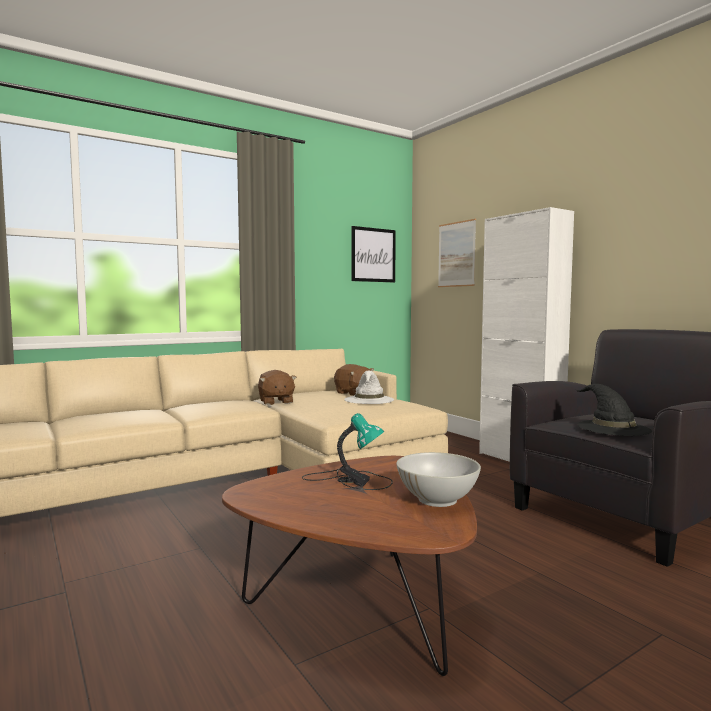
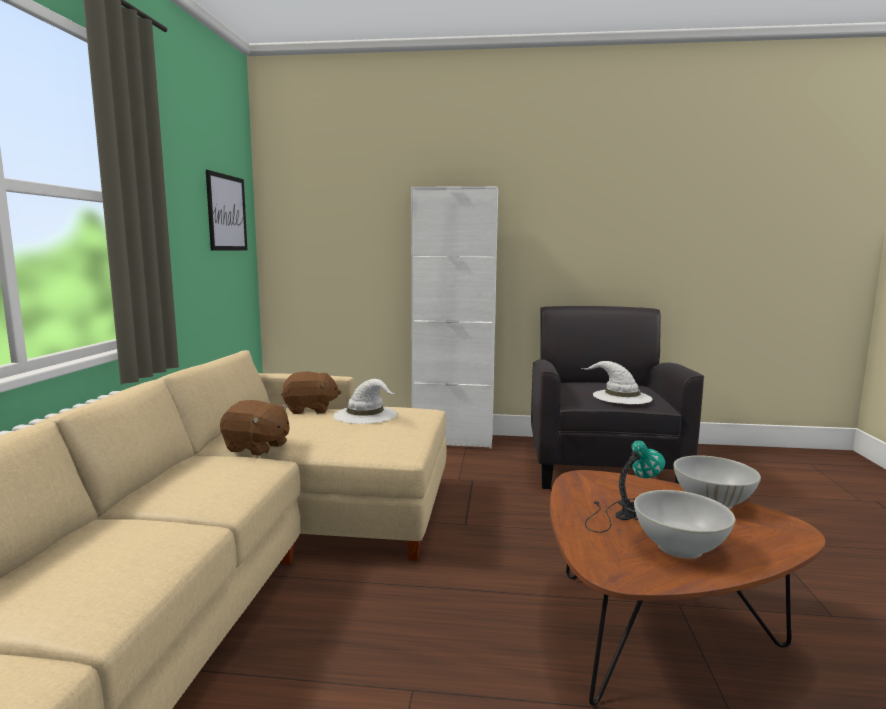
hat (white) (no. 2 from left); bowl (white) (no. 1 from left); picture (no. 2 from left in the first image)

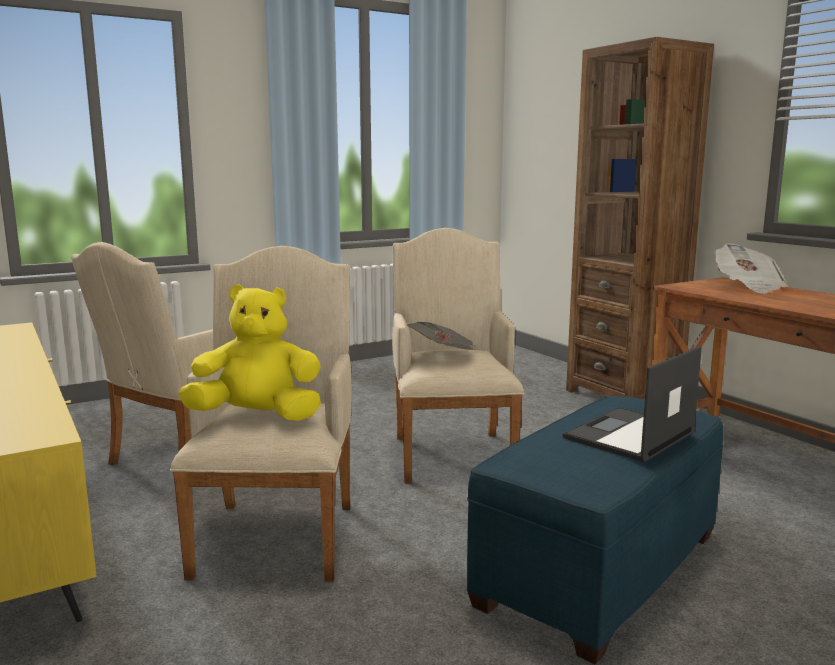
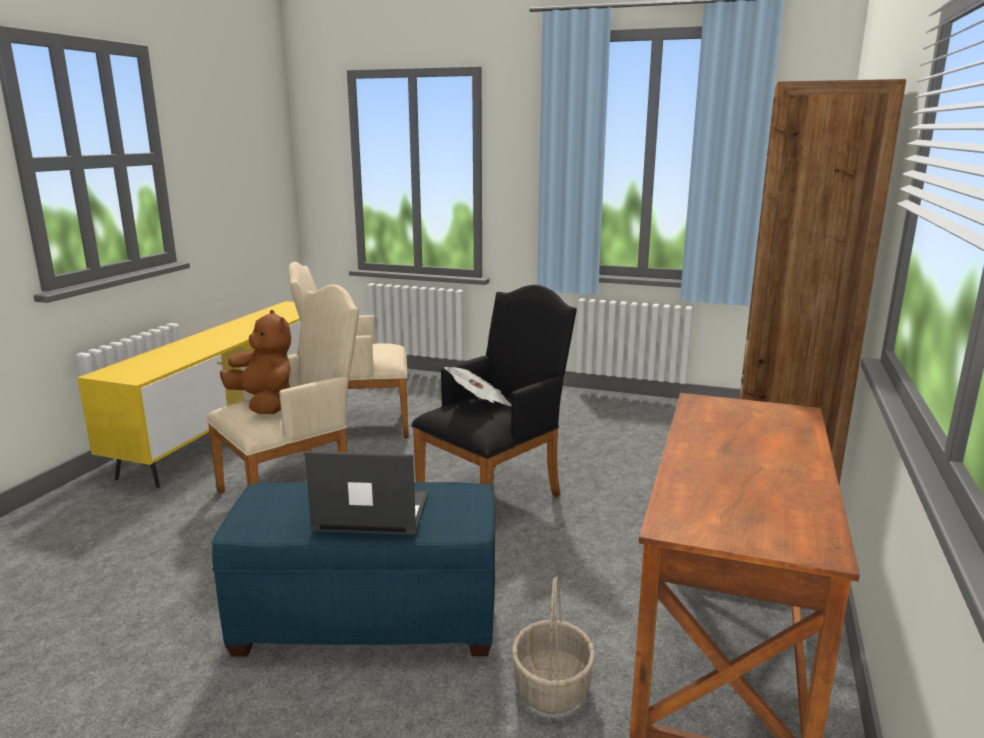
plush toy (brown); armchair (black); basket; newspaper (no. 2 from left in the first image)

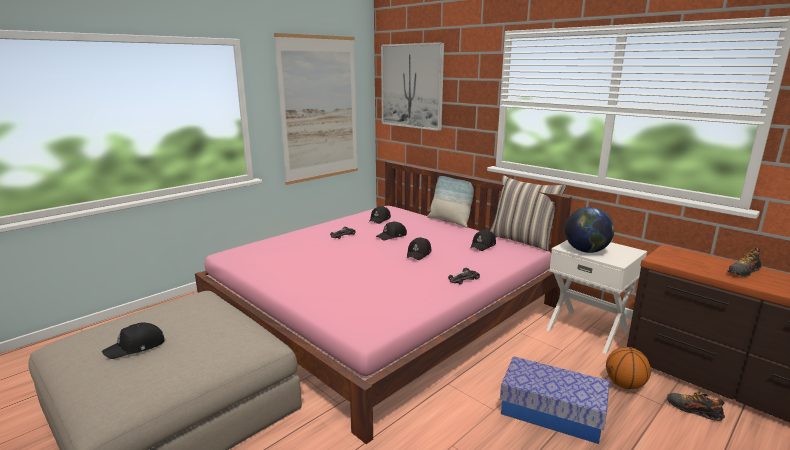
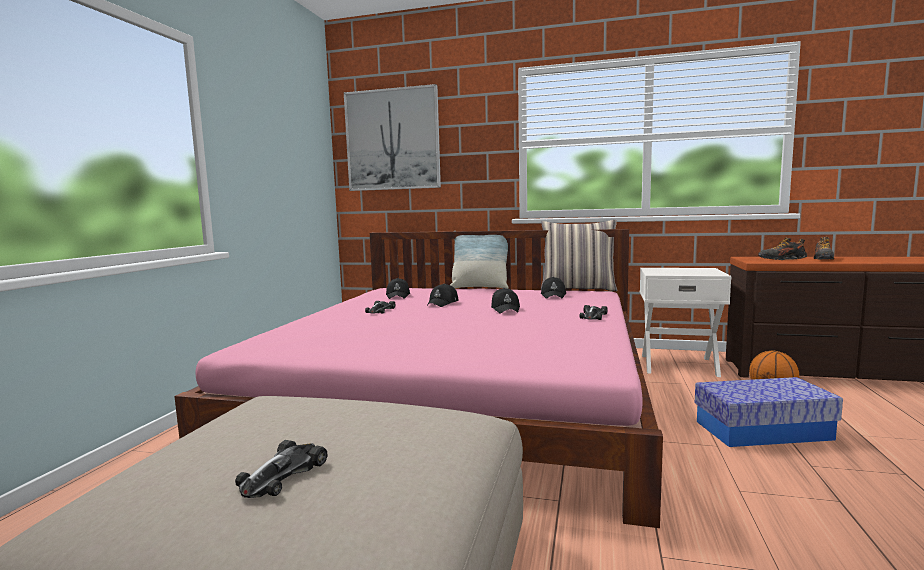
toy car (no. 1 from left); shoe (no. 1 from left); picture (no. 1 from left in the first image); globe

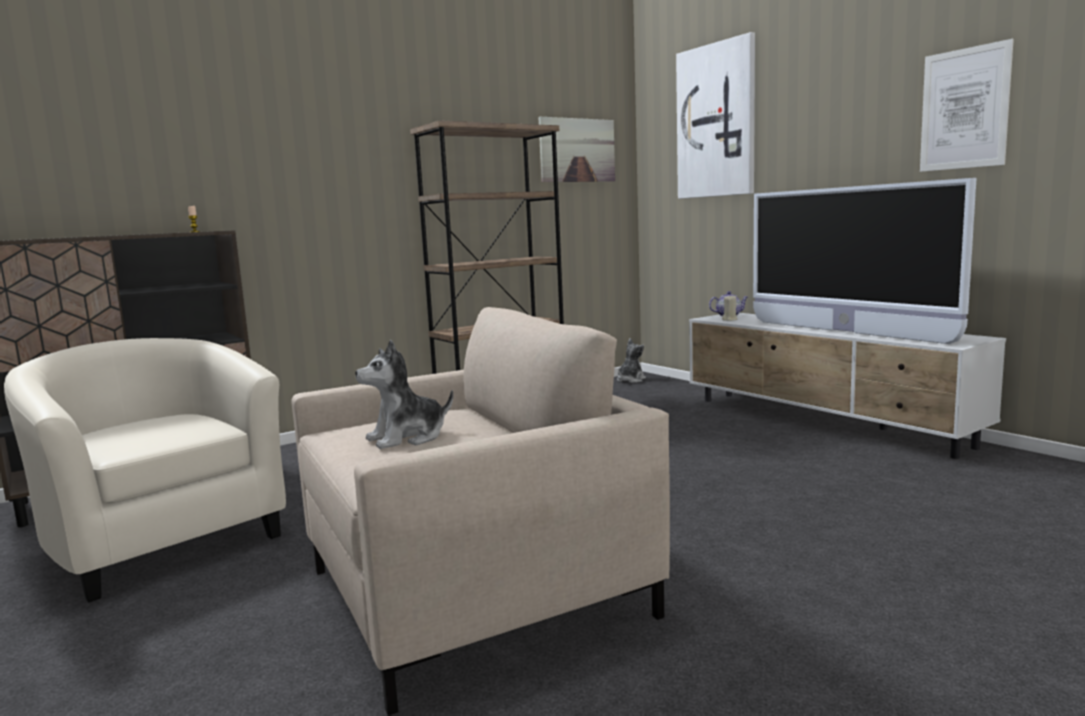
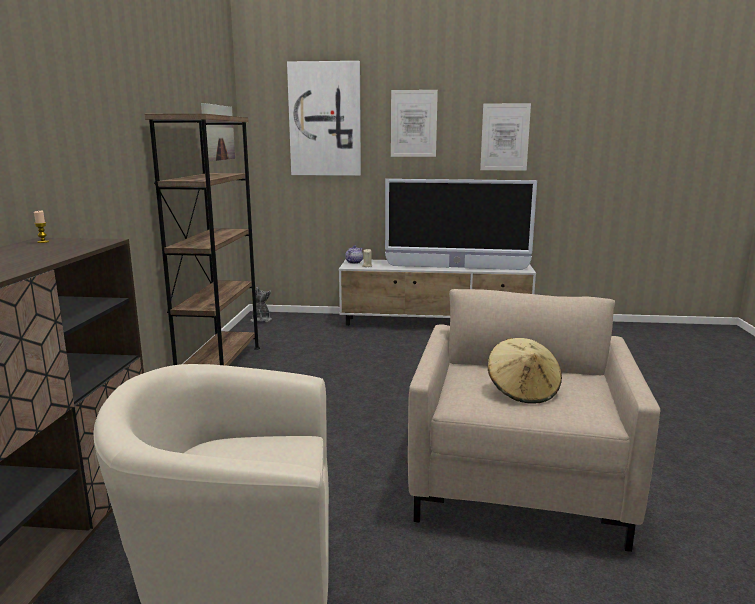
picture (no. 3 from left); hat (beige)

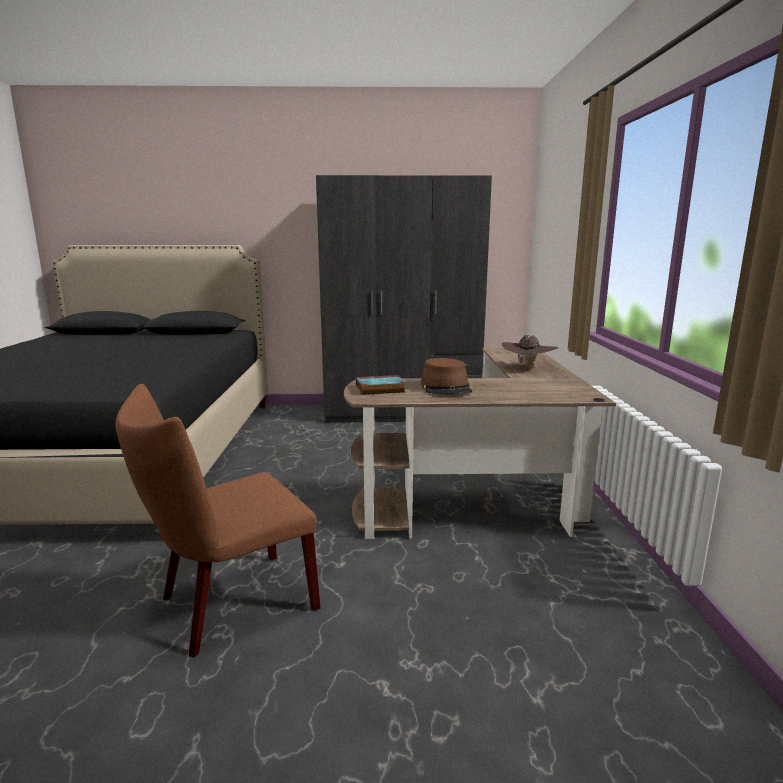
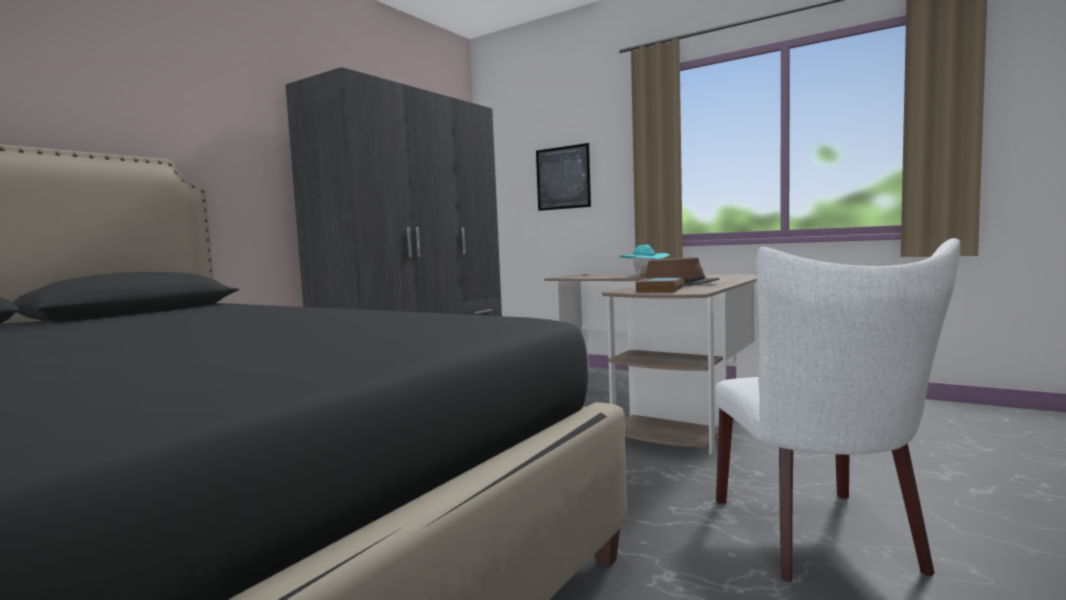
picture; hat (turquoise); chair (white)

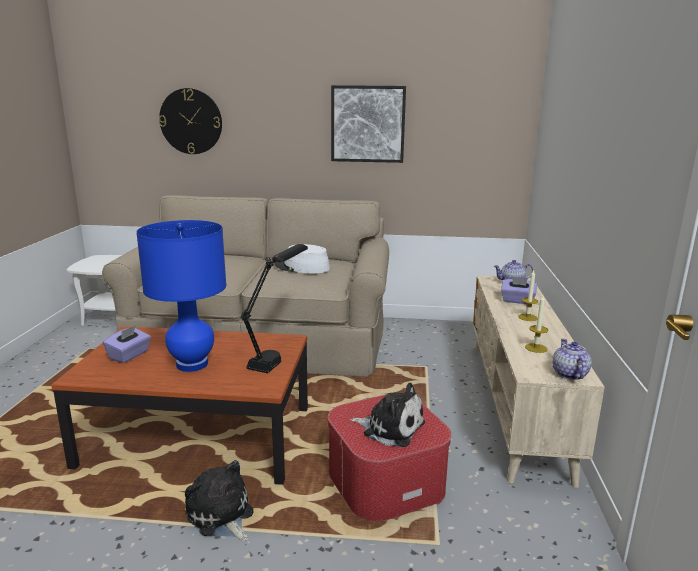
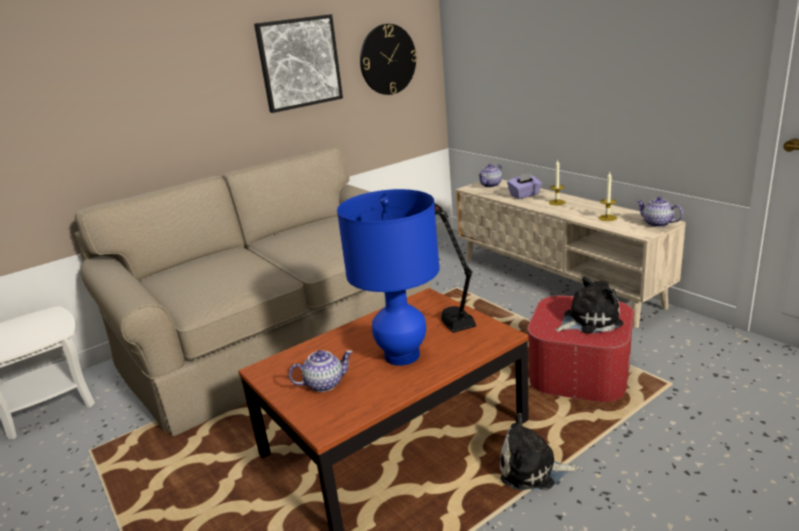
teapot (no. 1 from left); wall clock; hat (white)

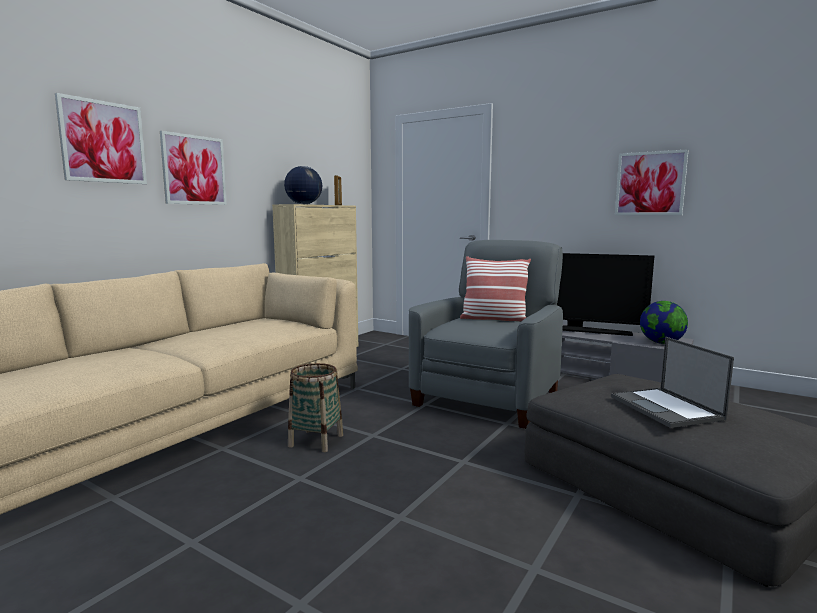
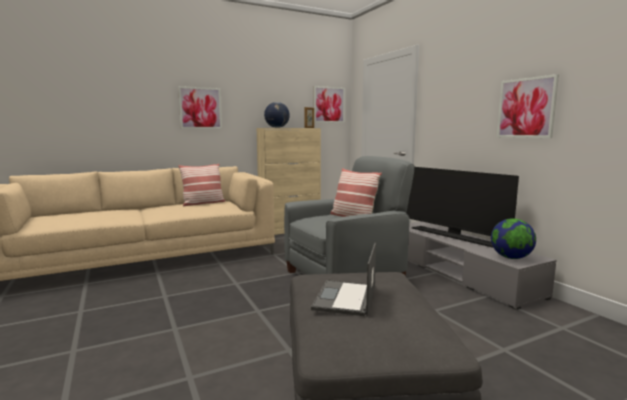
pillow (no. 1 from left); picture (no. 2 from left); basket

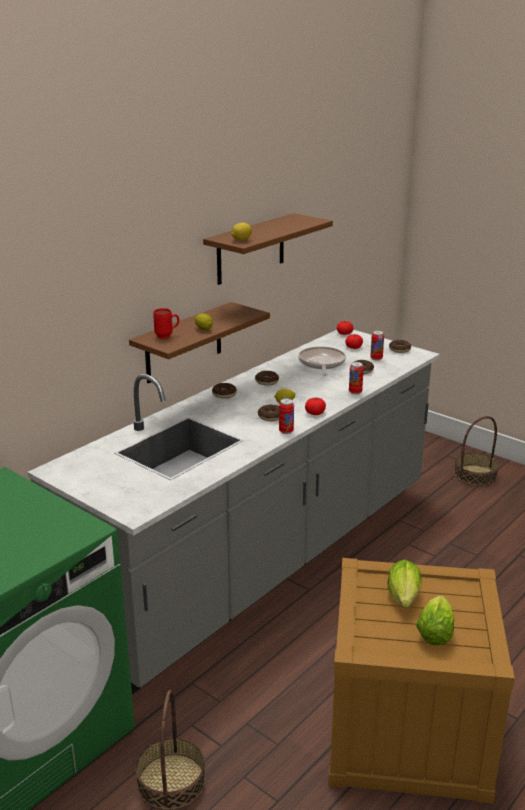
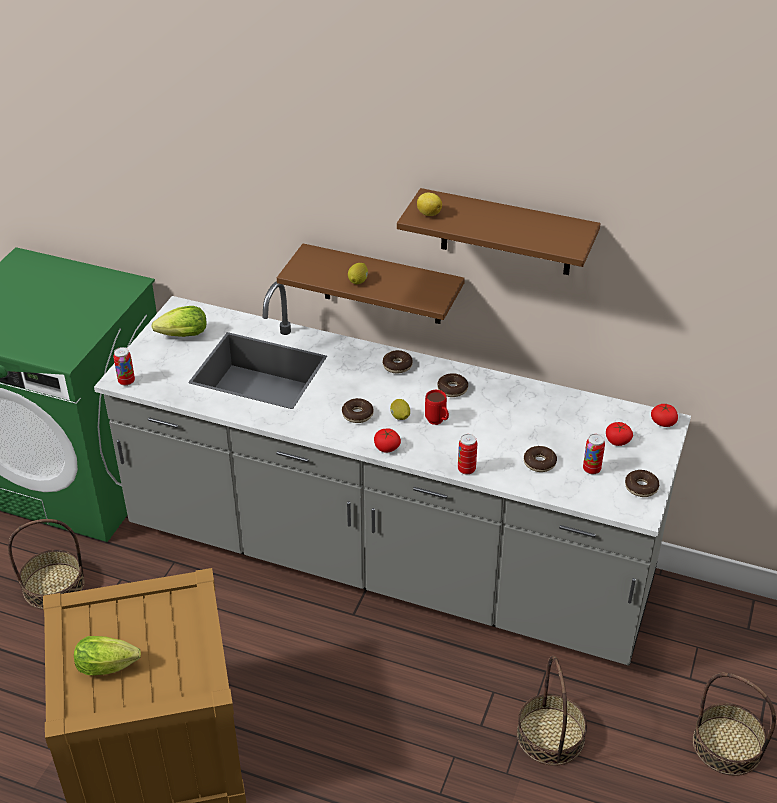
can (no. 1 from left); lettuce (no. 2 from left); mug (red); basket (no. 2 from left); frying pan

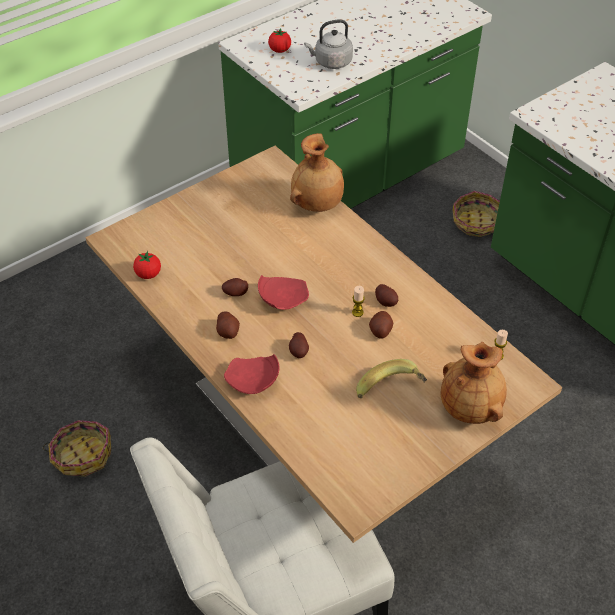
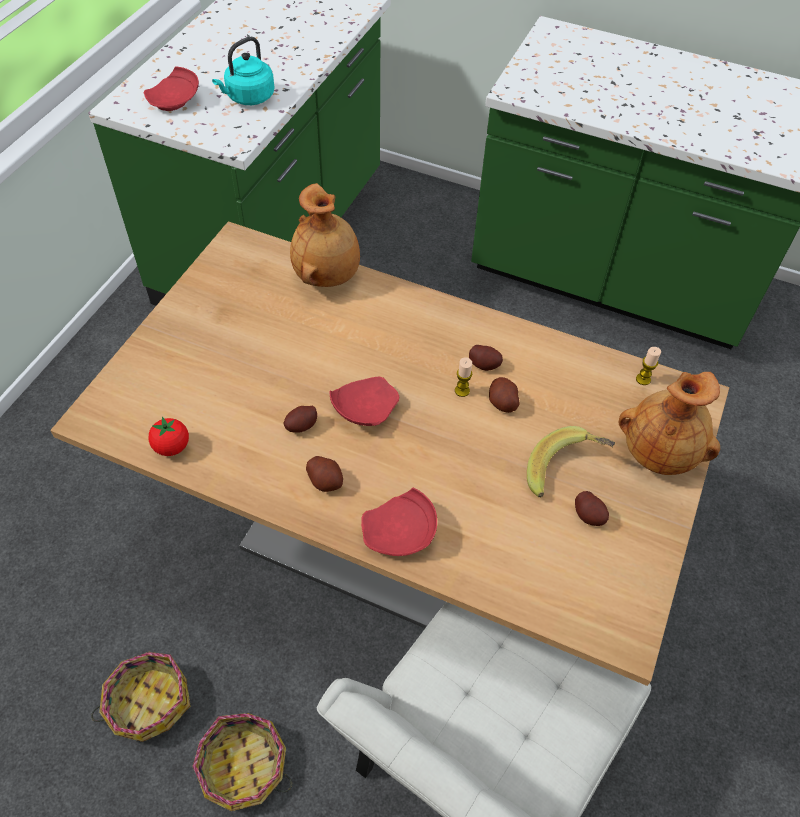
plate (red) (no. 1 from left); basket (no. 2 from left); kettle (turquoise); potato (no. 5 from left)

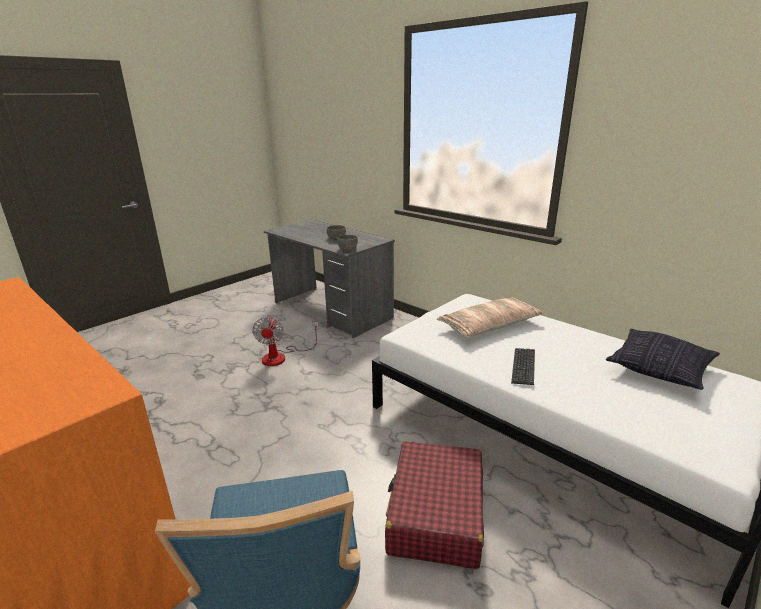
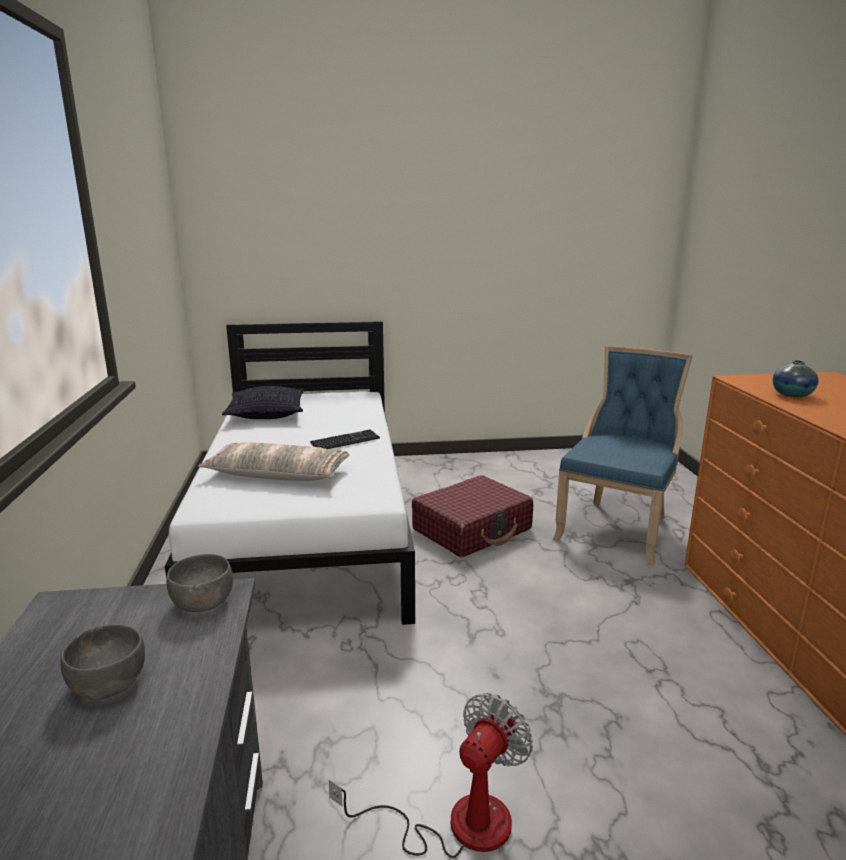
vase

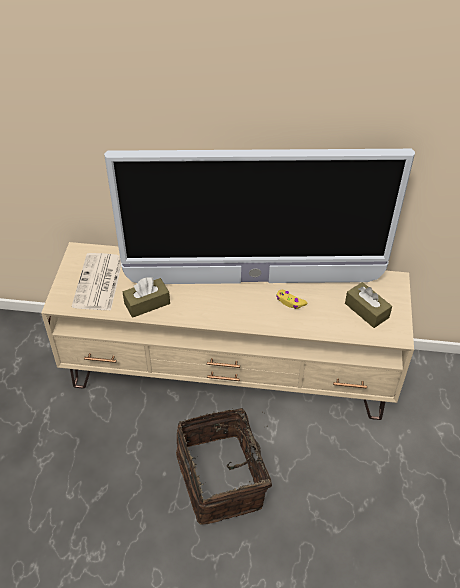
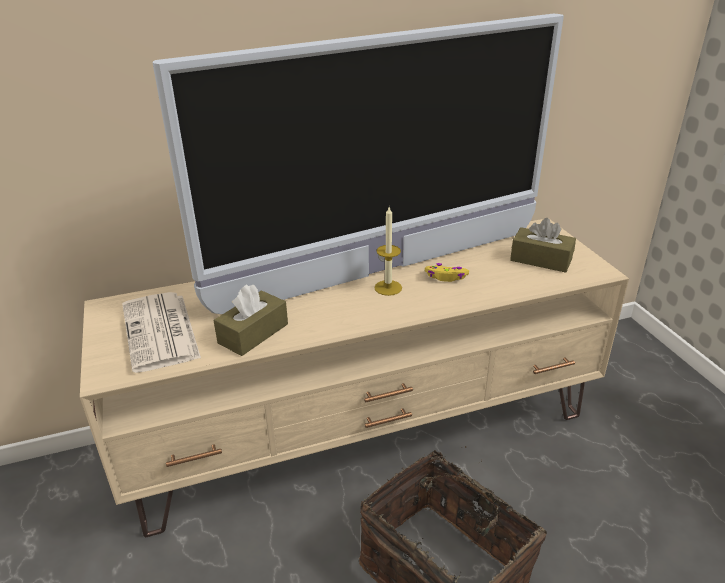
candle

